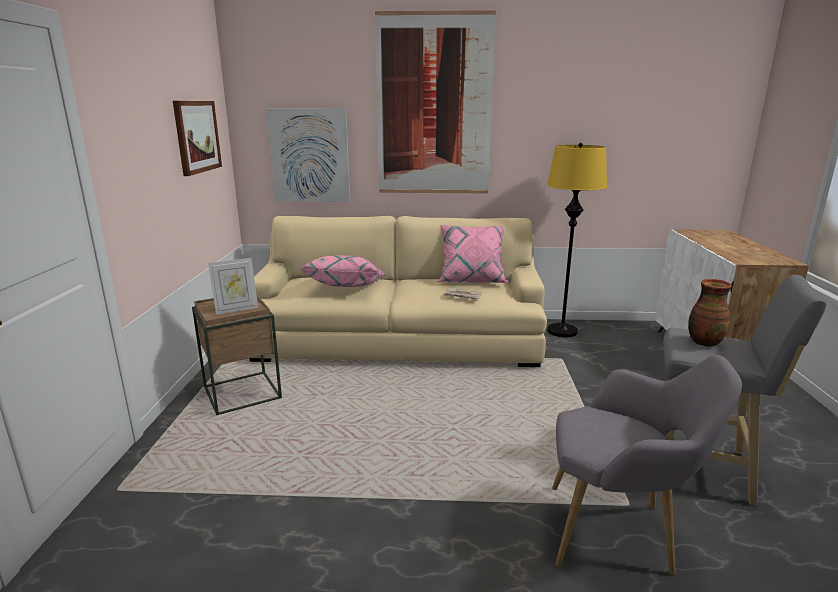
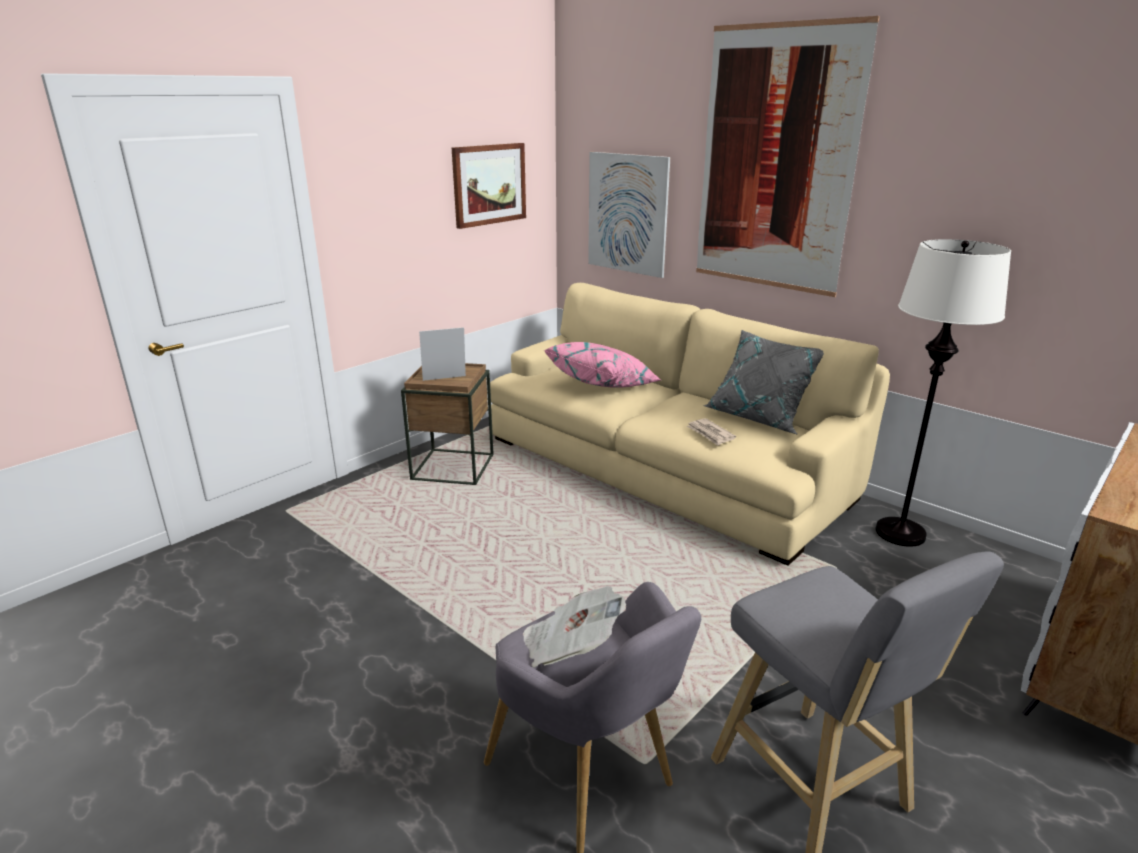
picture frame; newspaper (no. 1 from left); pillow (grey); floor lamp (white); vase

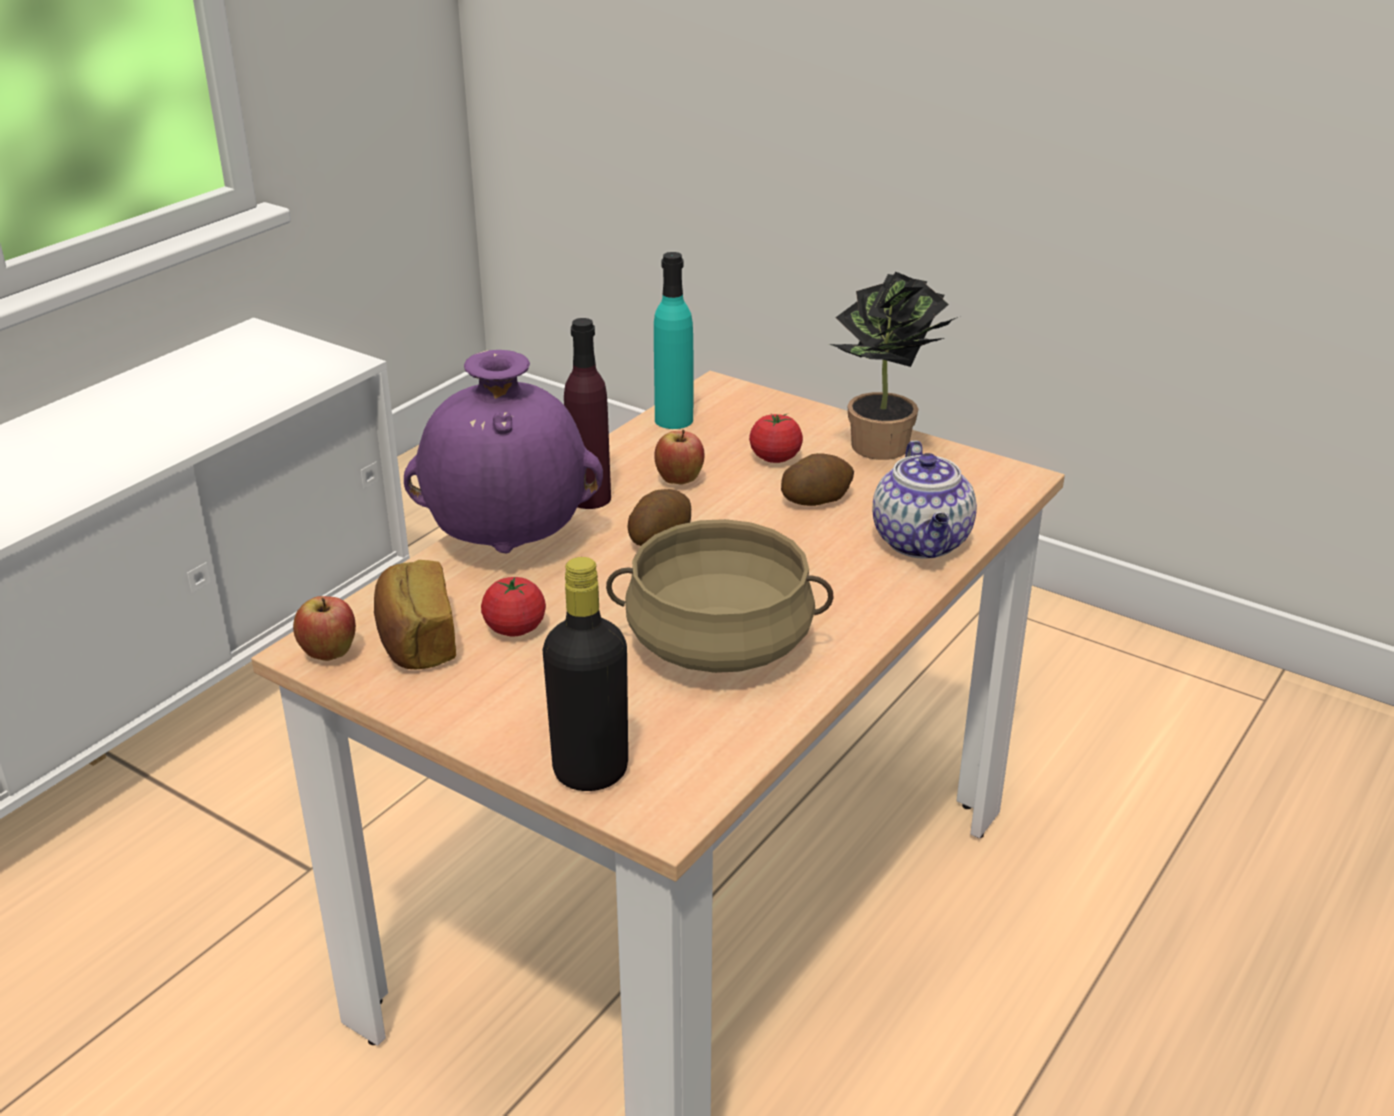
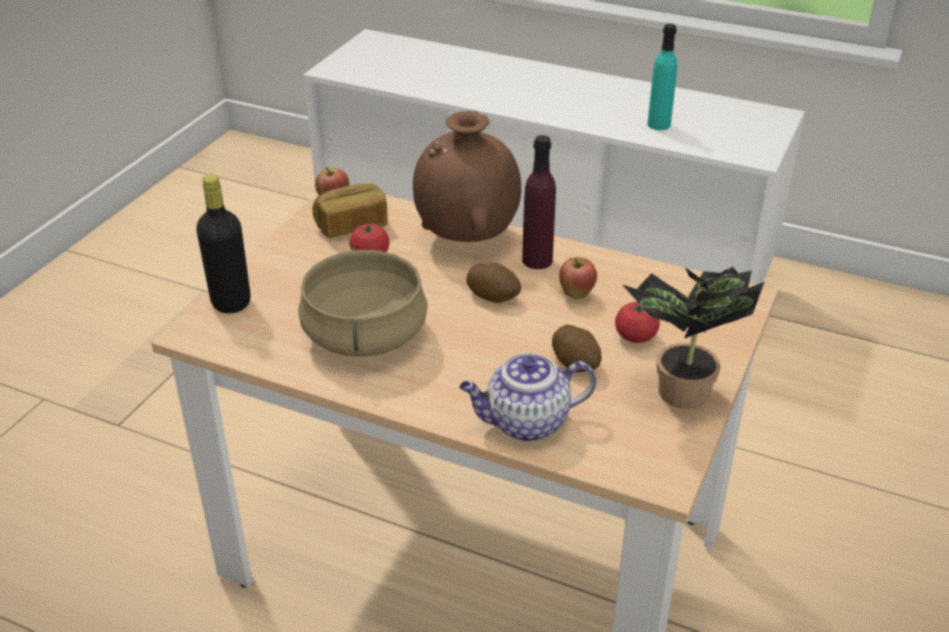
vase (brown); bottle (turquoise)

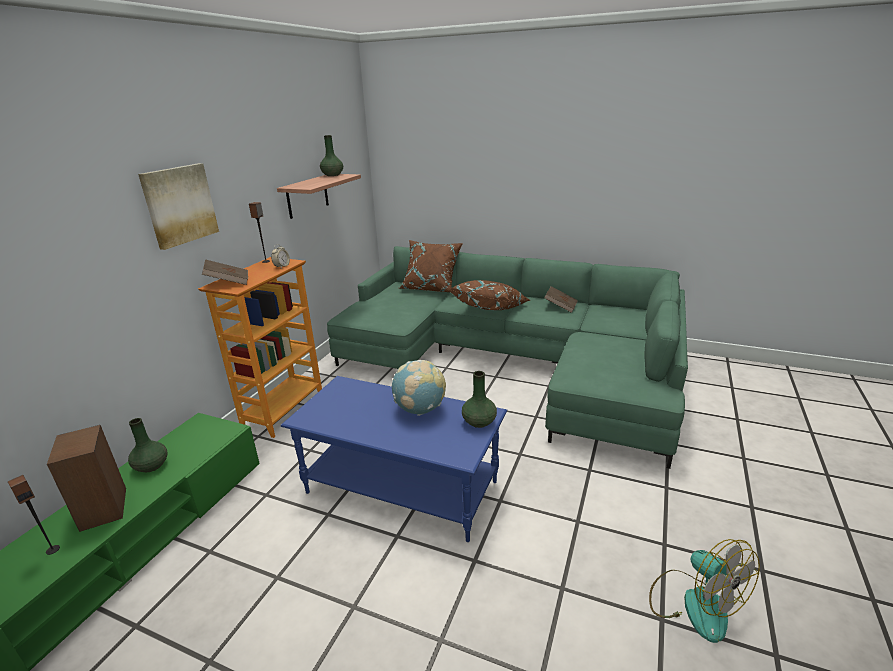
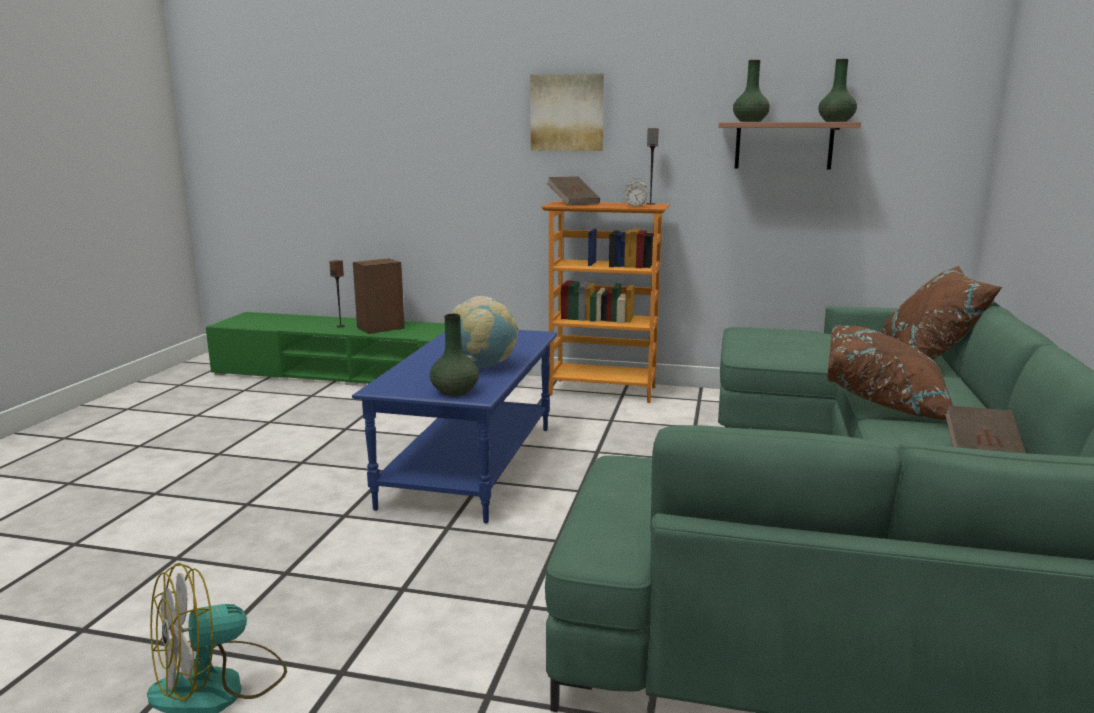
vase (green) (no. 2 from left)

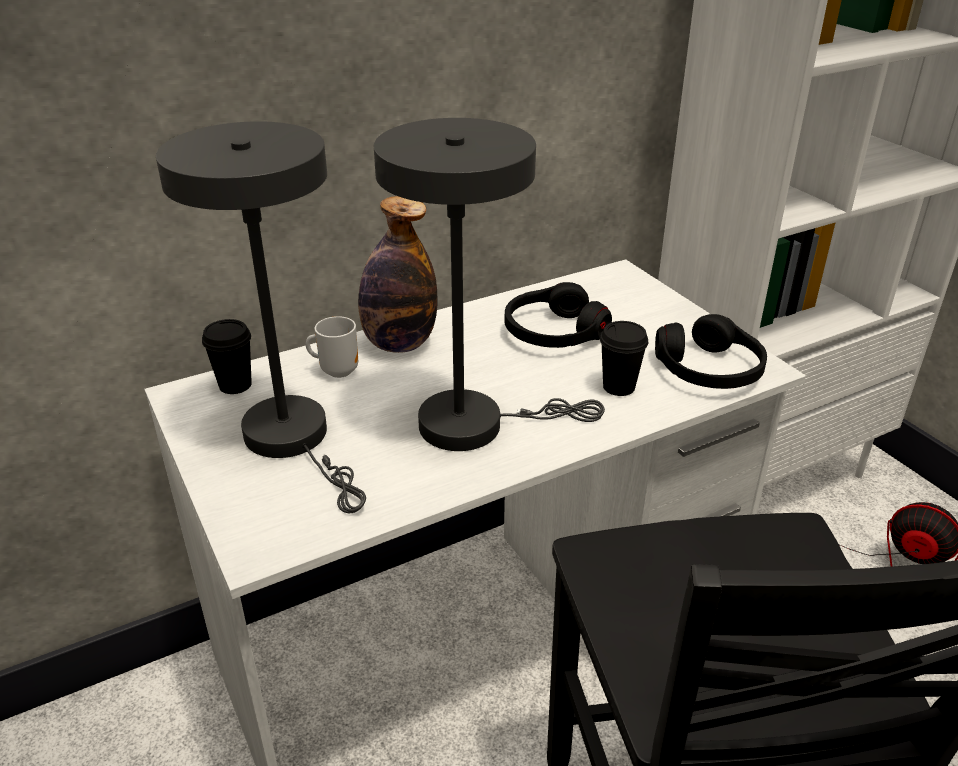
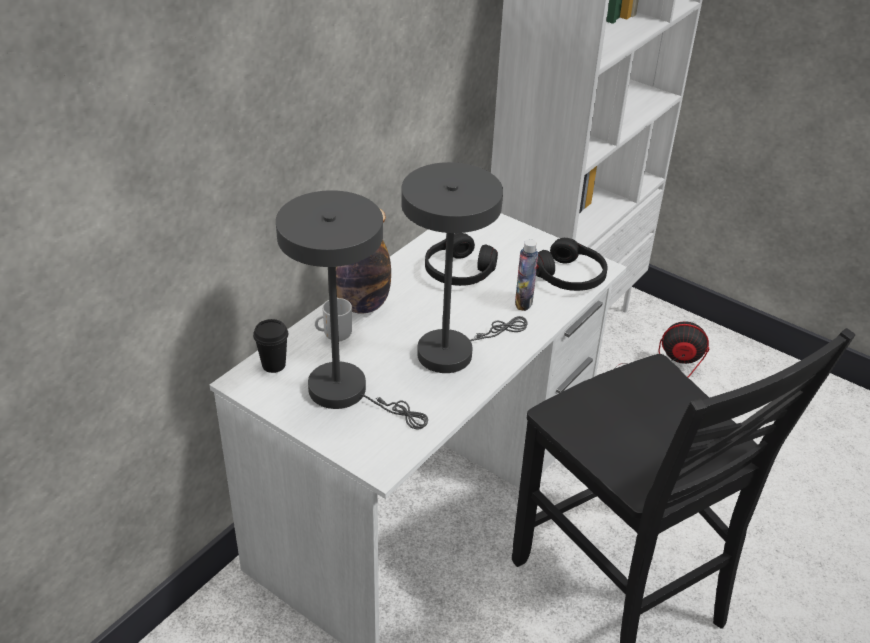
bottle (no. 2 from left)

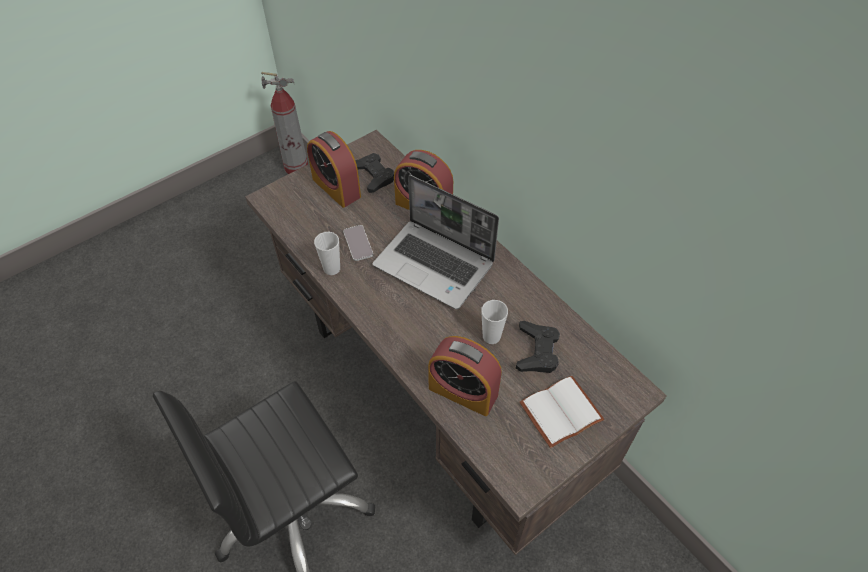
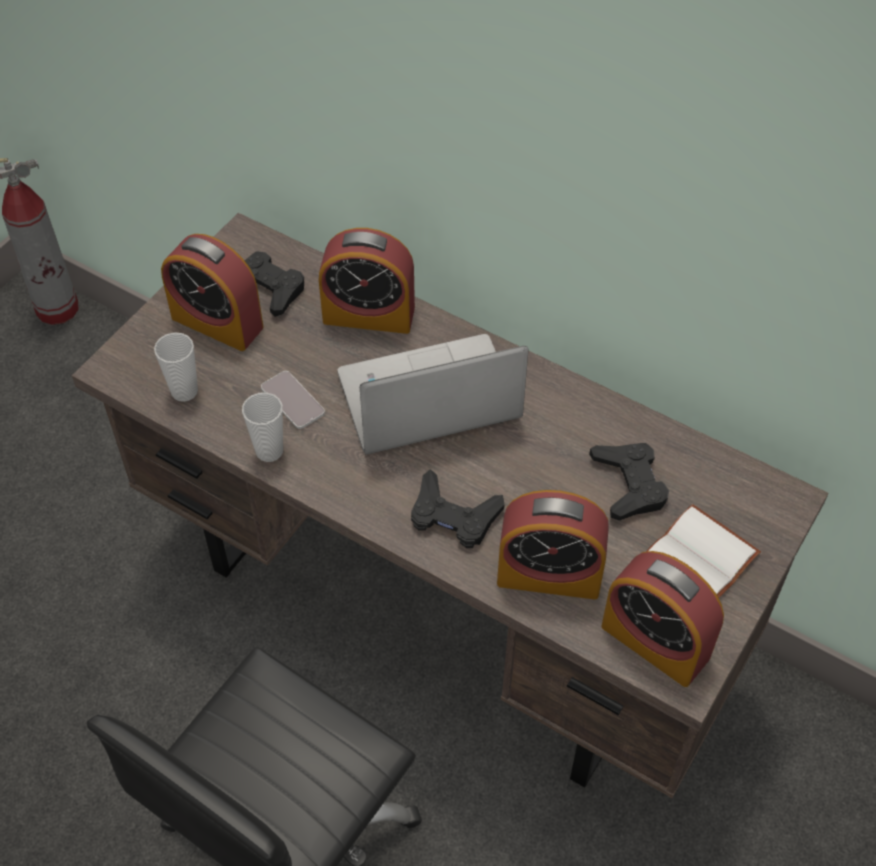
cup (no. 1 from left); laptop; game controller (black) (no. 2 from left); alarm clock (no. 4 from left)

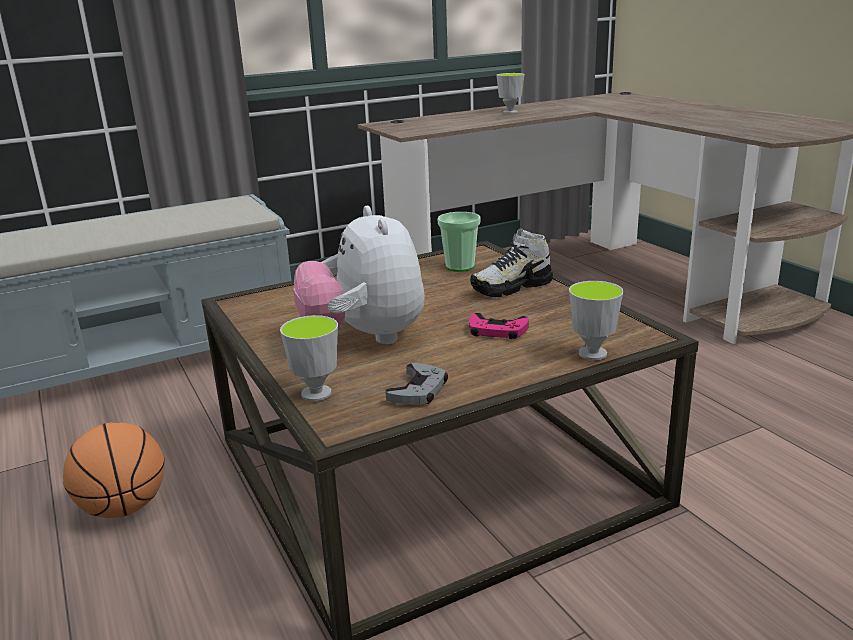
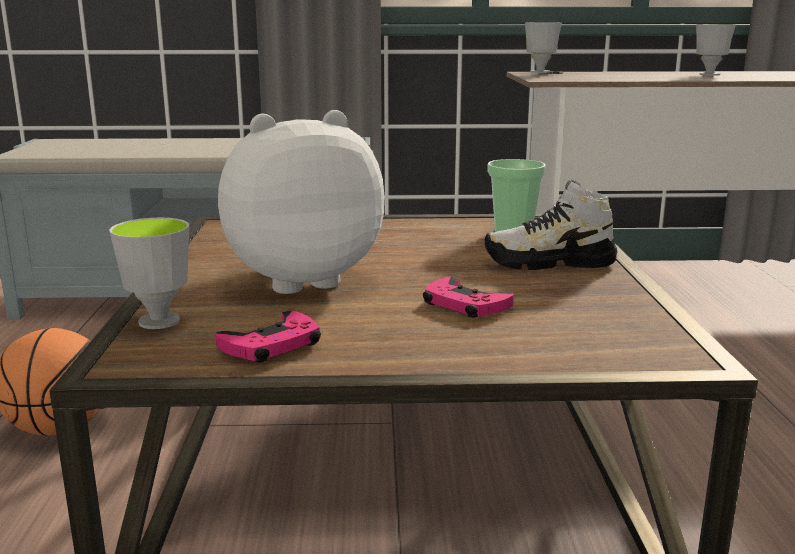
game controller (pink) (no. 1 from left); plush toy; cup (no. 3 from left)

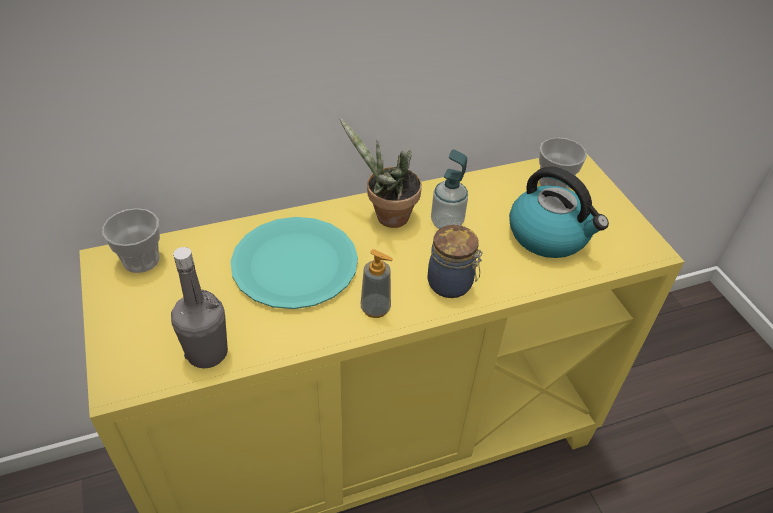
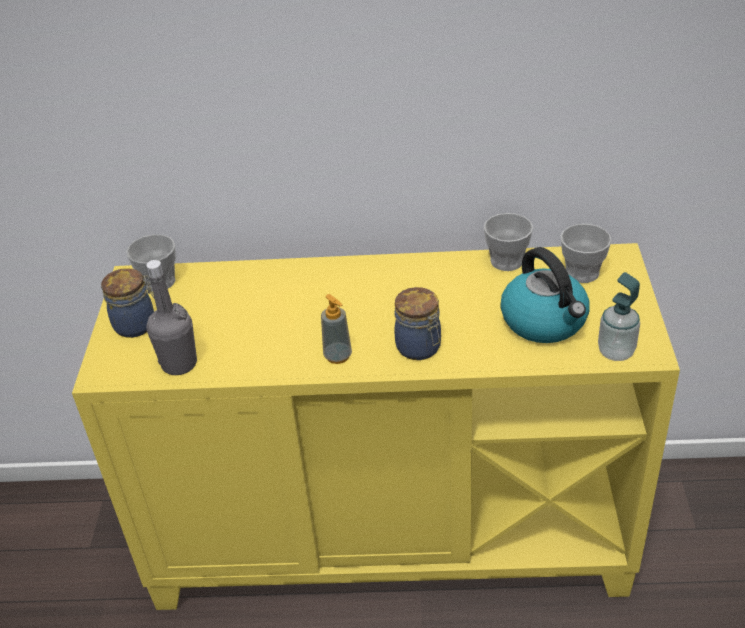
jar (no. 1 from left); cup (no. 2 from left); soap dispenser (no. 2 from left); plate (turquoise); potted plant

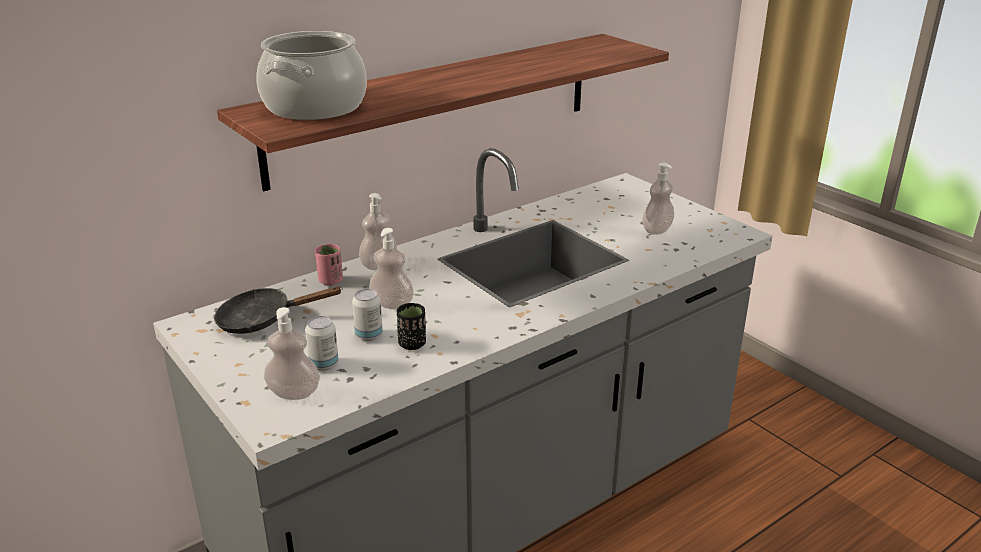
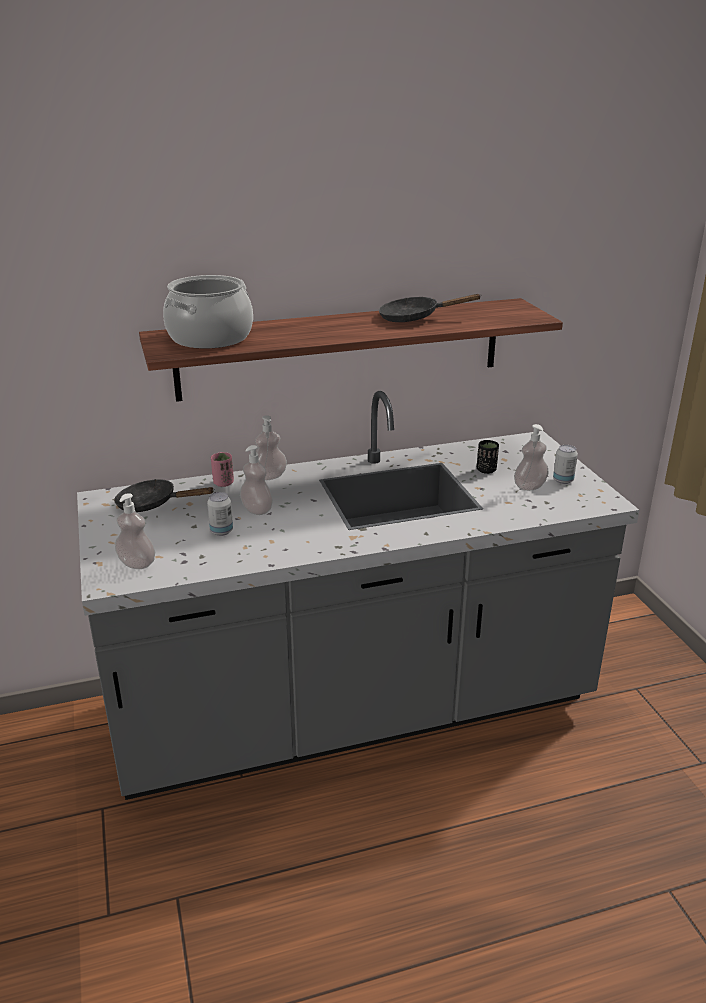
frying pan (black) (no. 2 from left); cup (black); can (no. 2 from left)

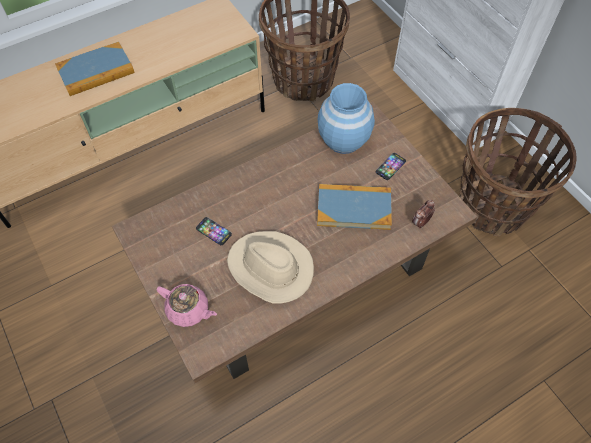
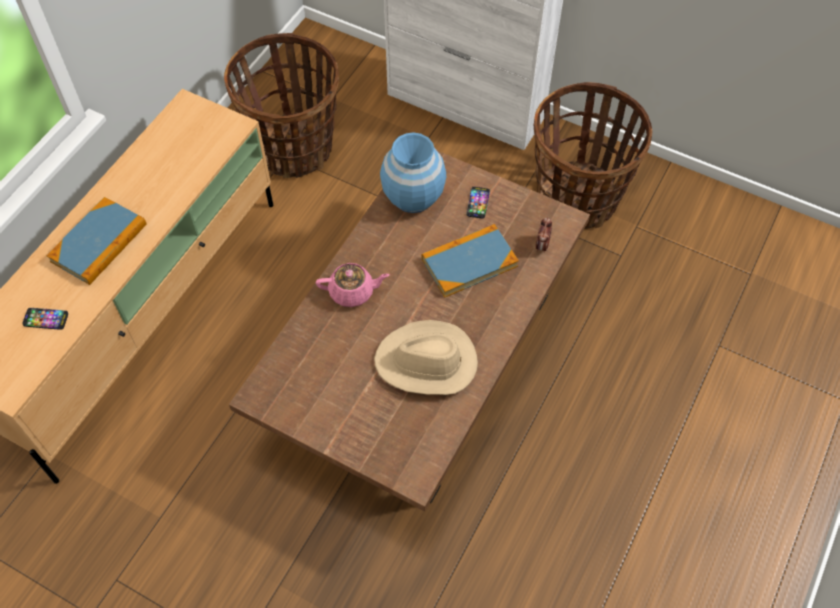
phone (no. 1 from left); teapot (pink)

